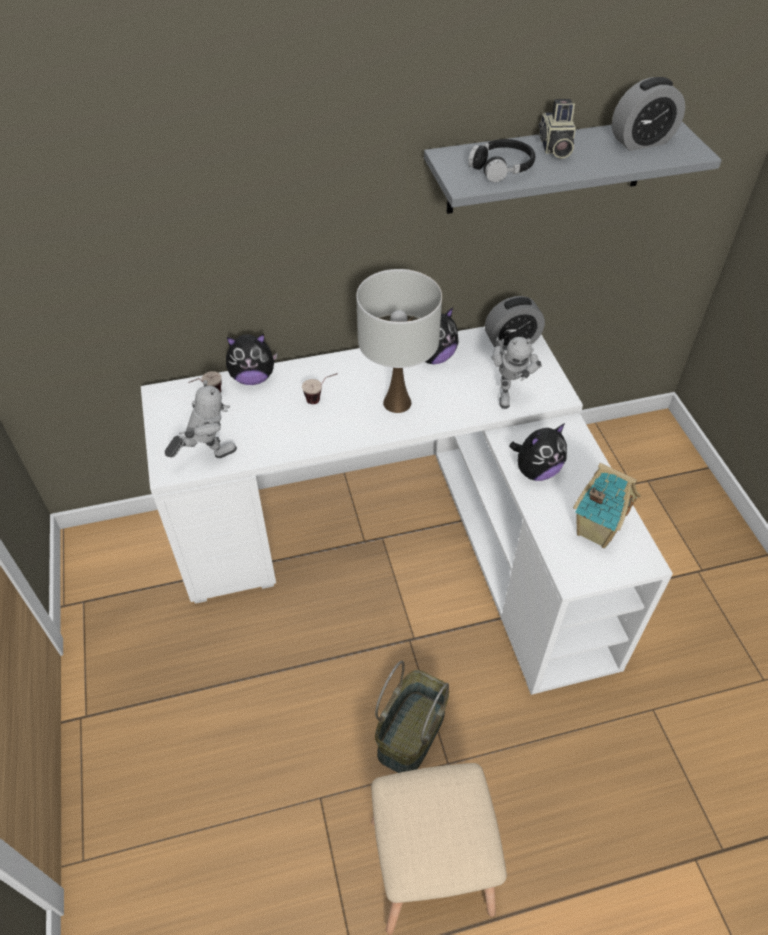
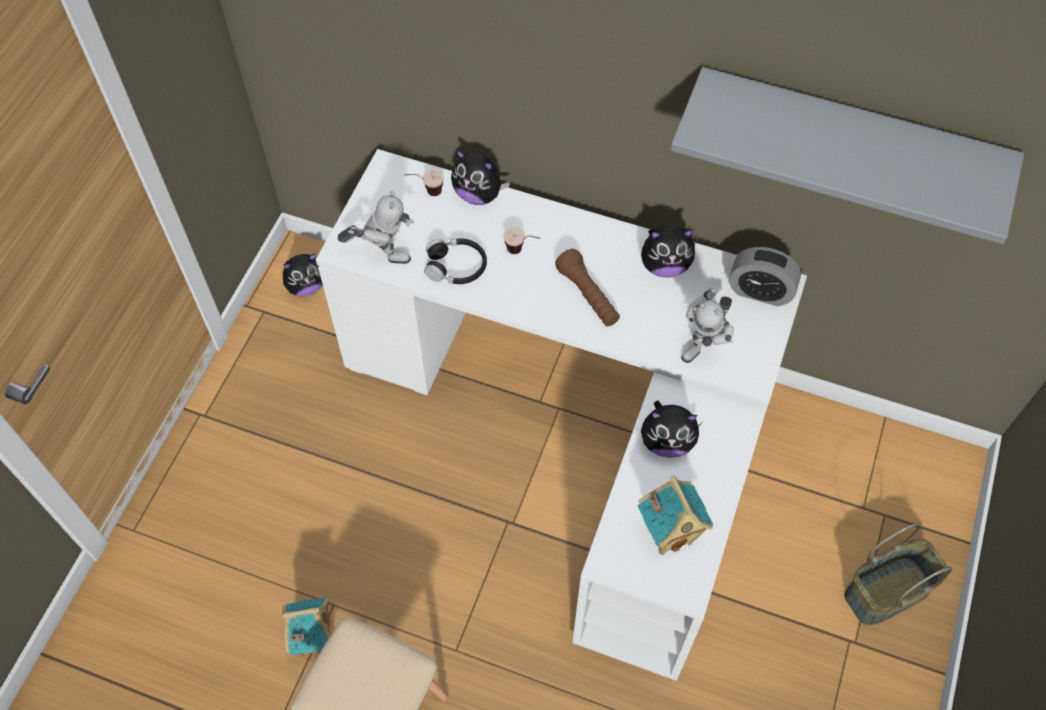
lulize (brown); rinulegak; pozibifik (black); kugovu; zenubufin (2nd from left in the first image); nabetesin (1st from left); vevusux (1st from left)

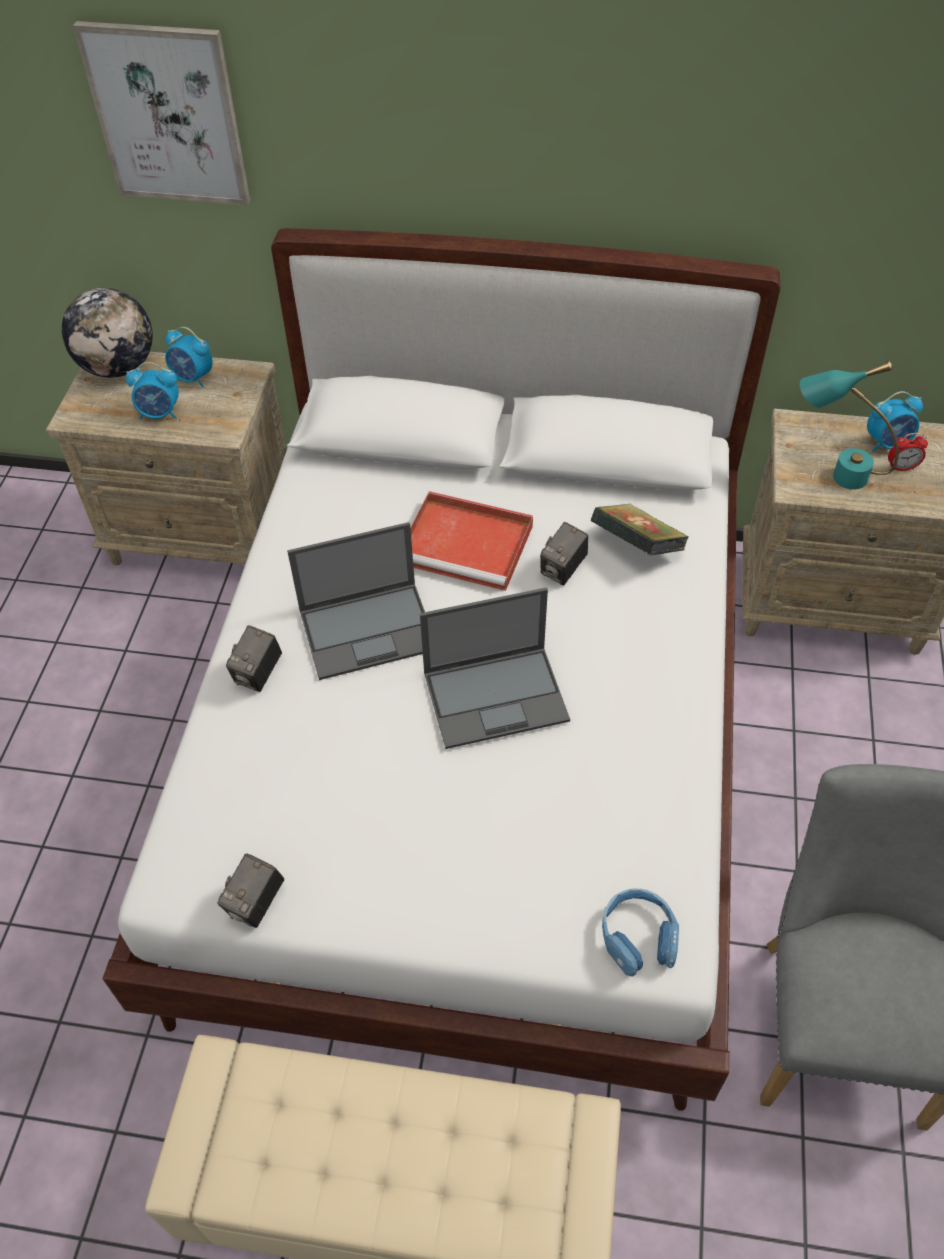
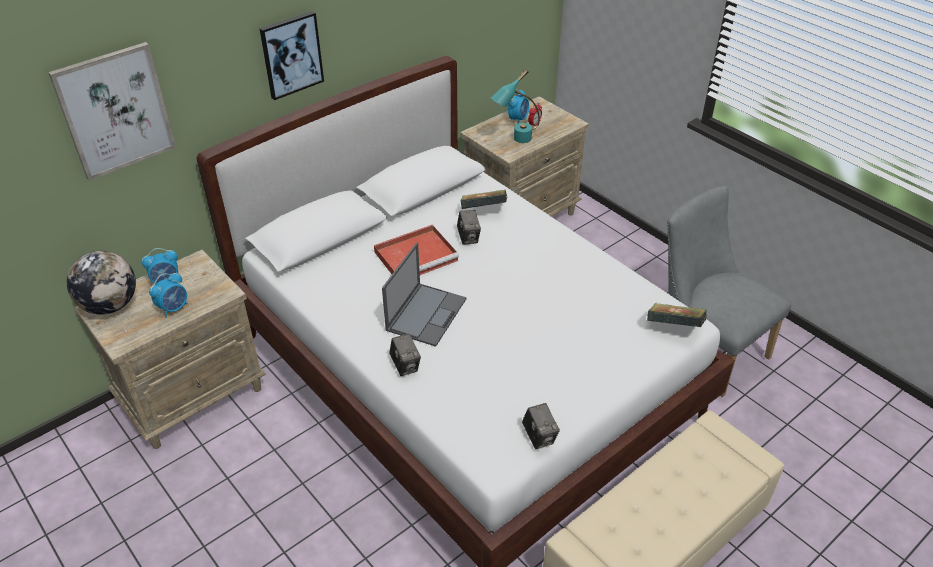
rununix (2nd from left in the first image); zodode (2nd from left); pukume (2nd from left)

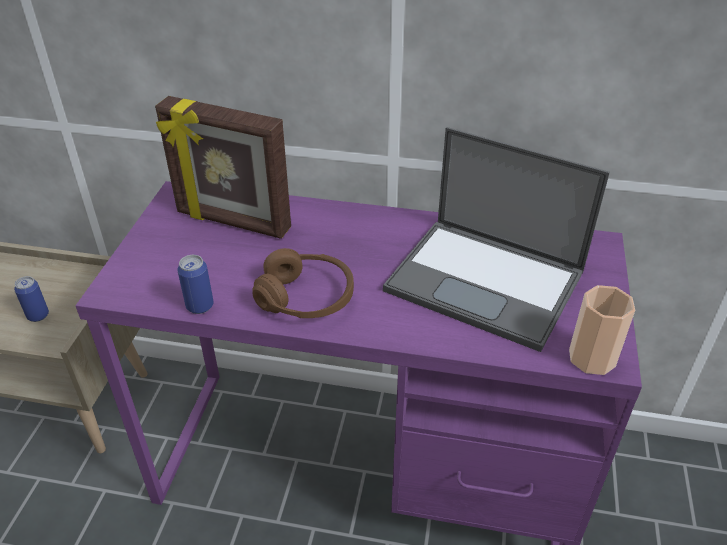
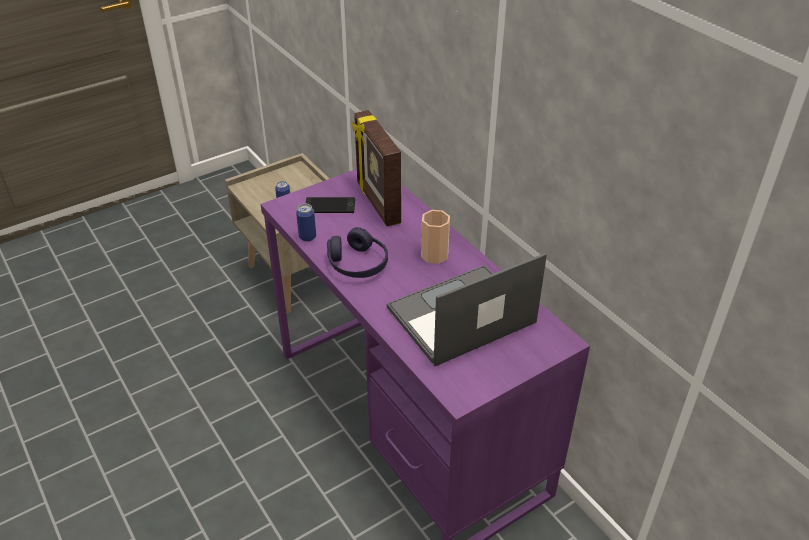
pozibifik (purple); rununix; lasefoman; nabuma

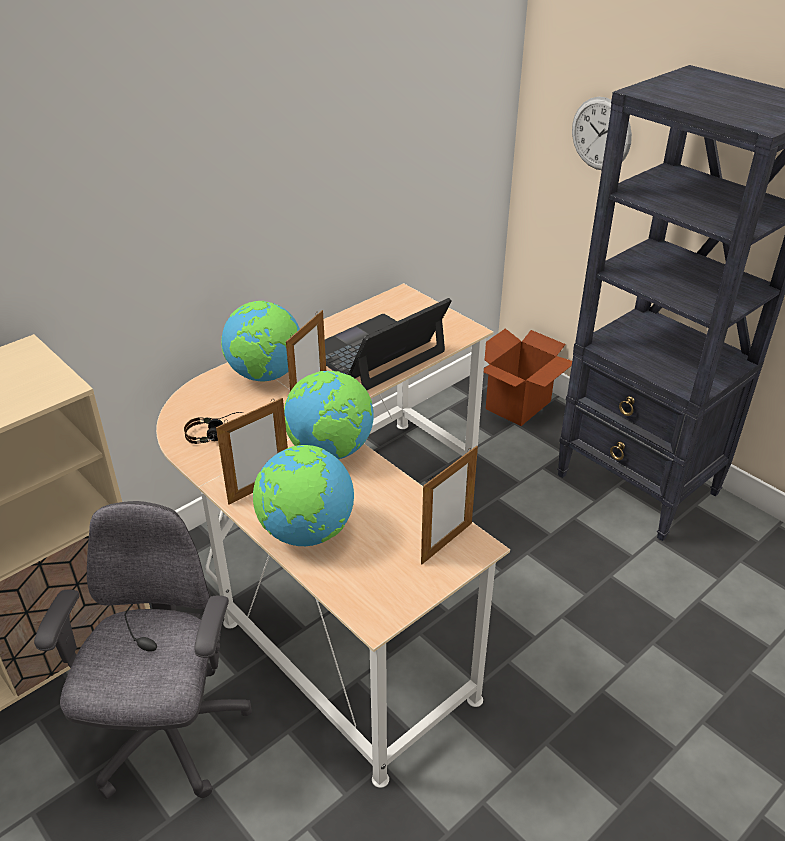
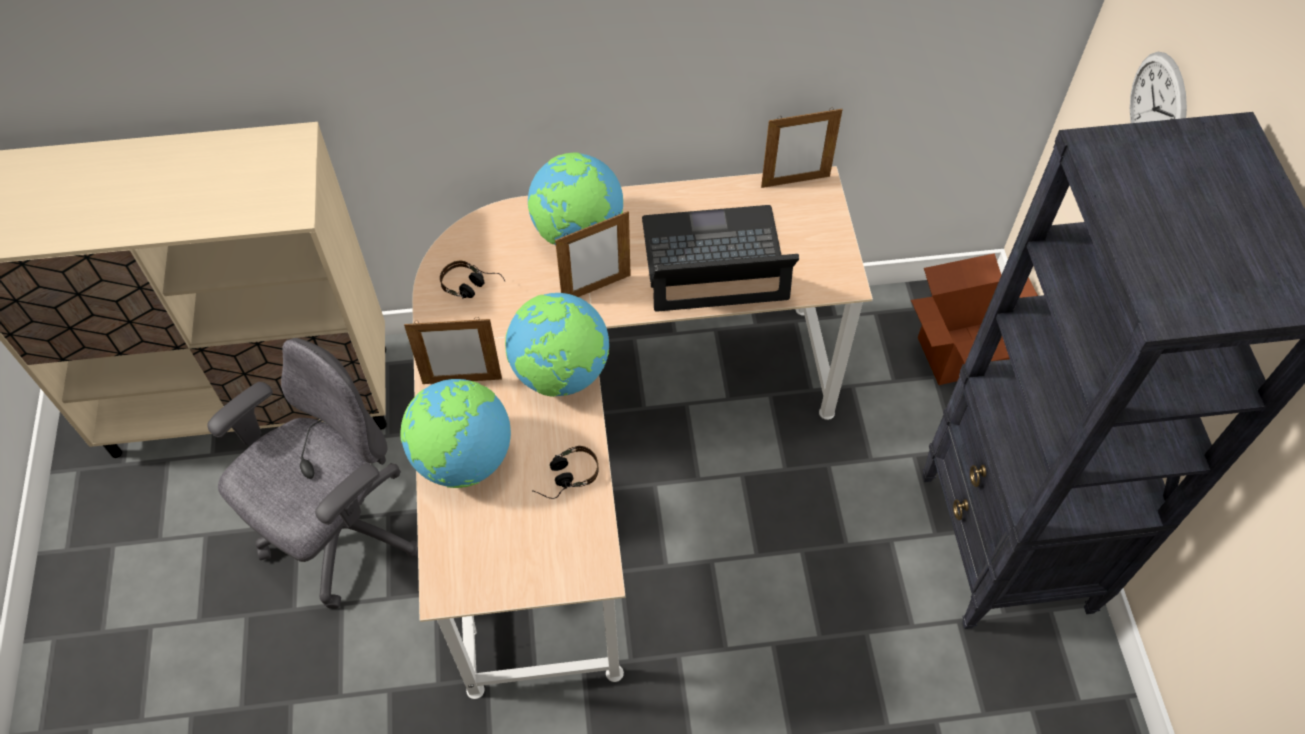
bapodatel (3rd from left); pozibifik (2nd from left)

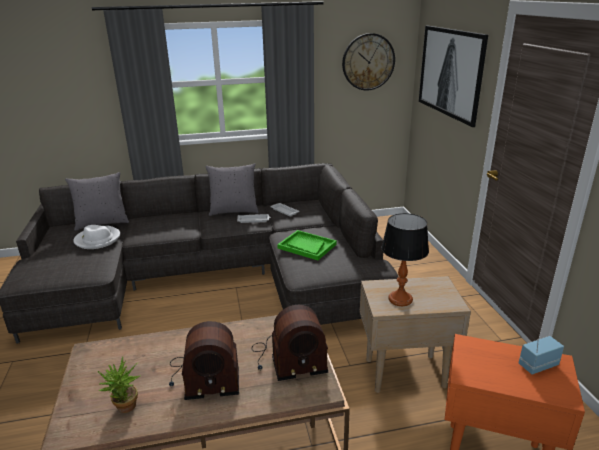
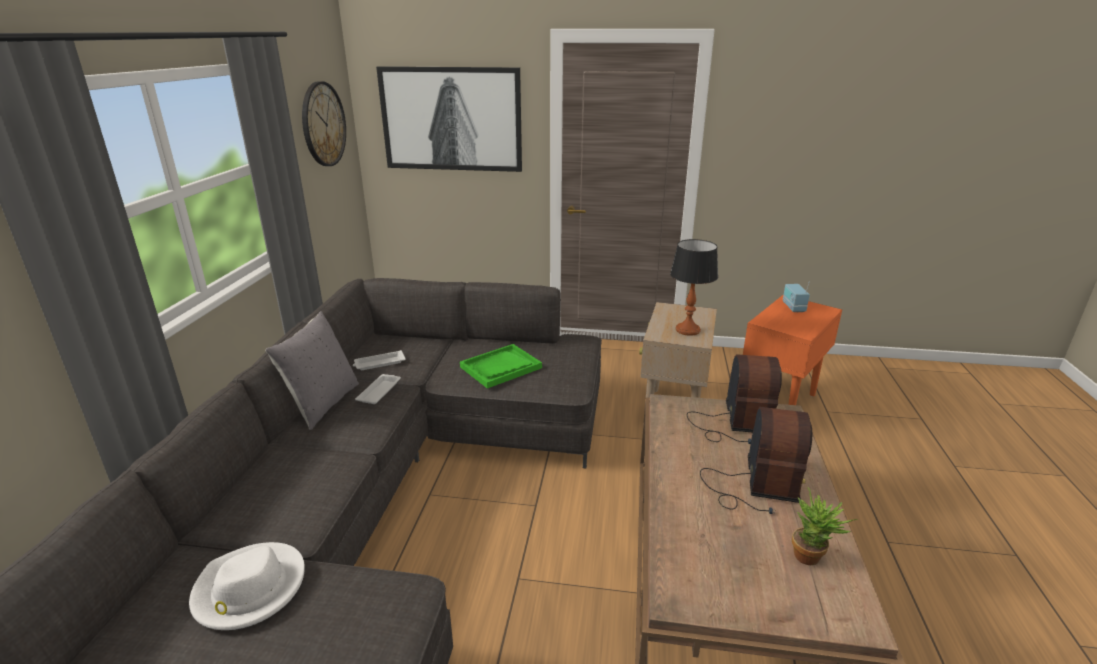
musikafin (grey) (1st from left in the first image)

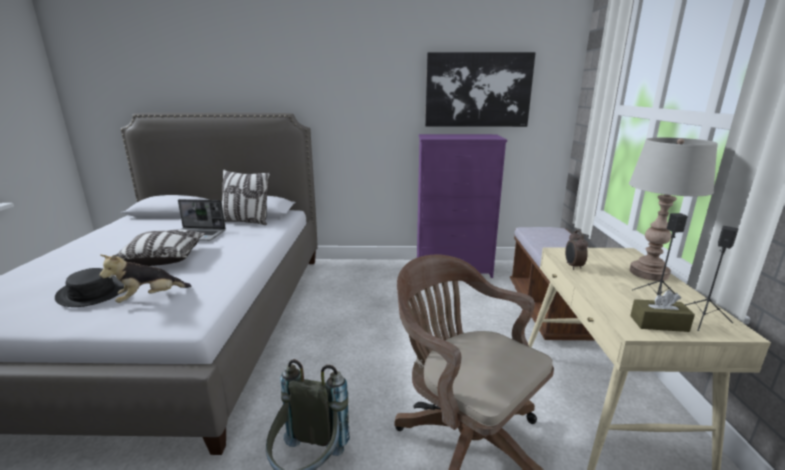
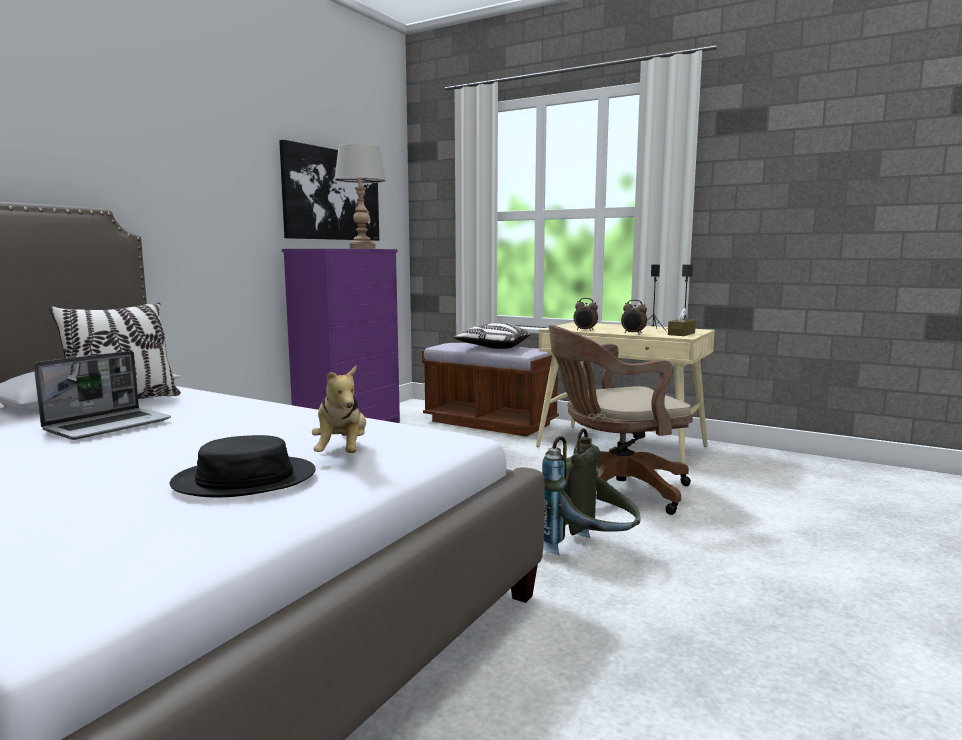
musikafin (2nd from left); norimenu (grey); zenubufin (2nd from left)

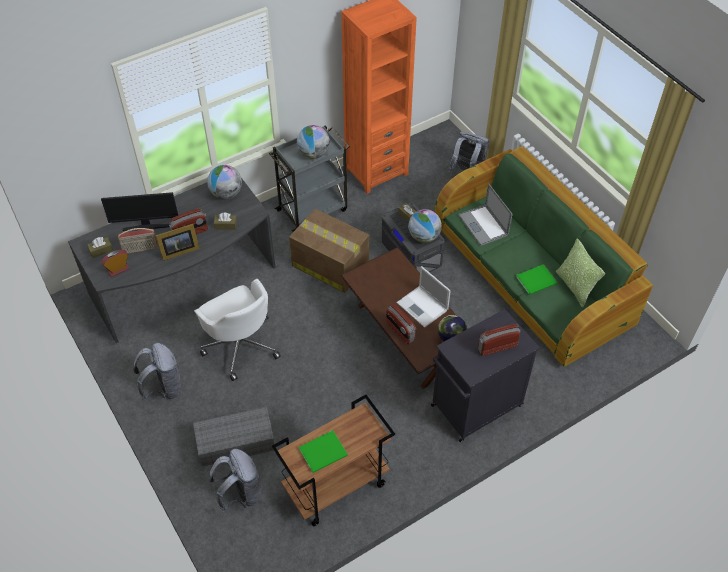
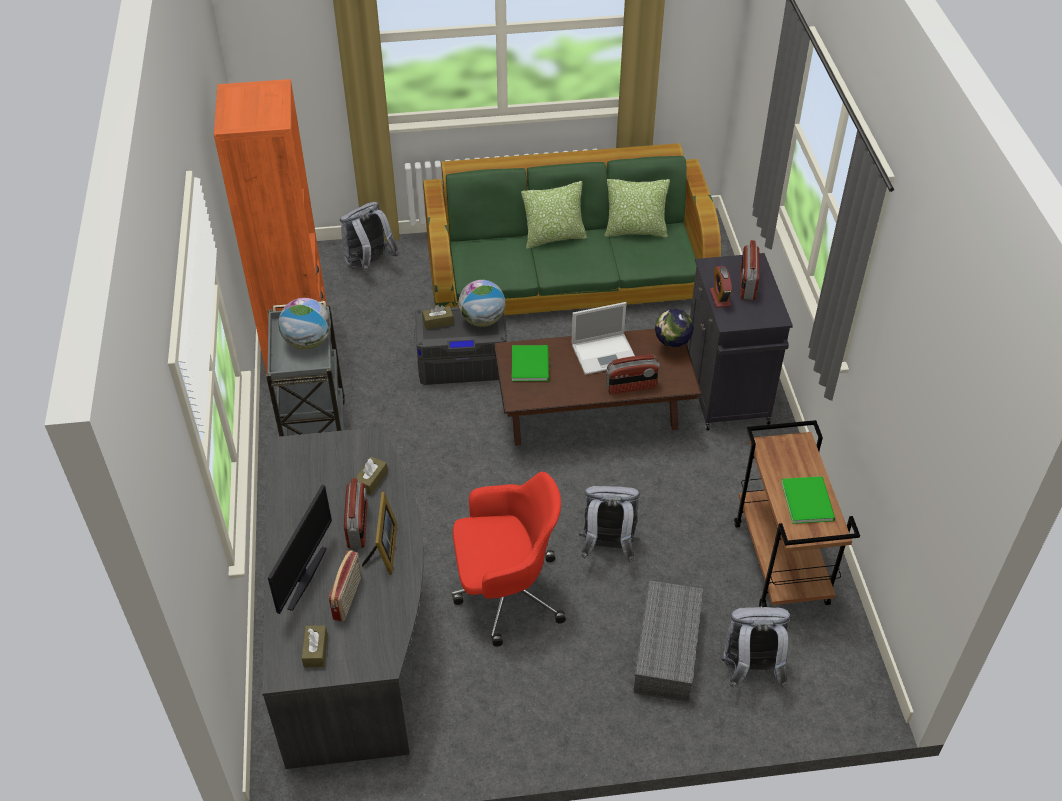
zenubufin; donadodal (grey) (2nd from left); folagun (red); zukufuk (1st from left in the first image); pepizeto; rununix (2nd from left in the first image); zodode (green) (1st from left); musikafin (1st from left)

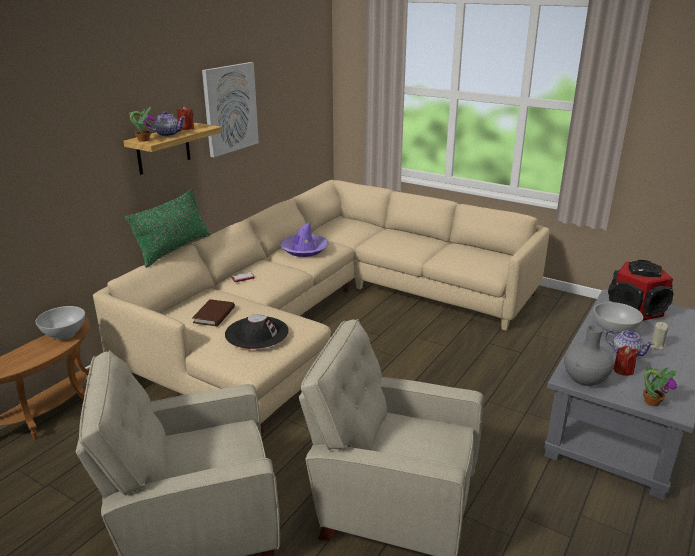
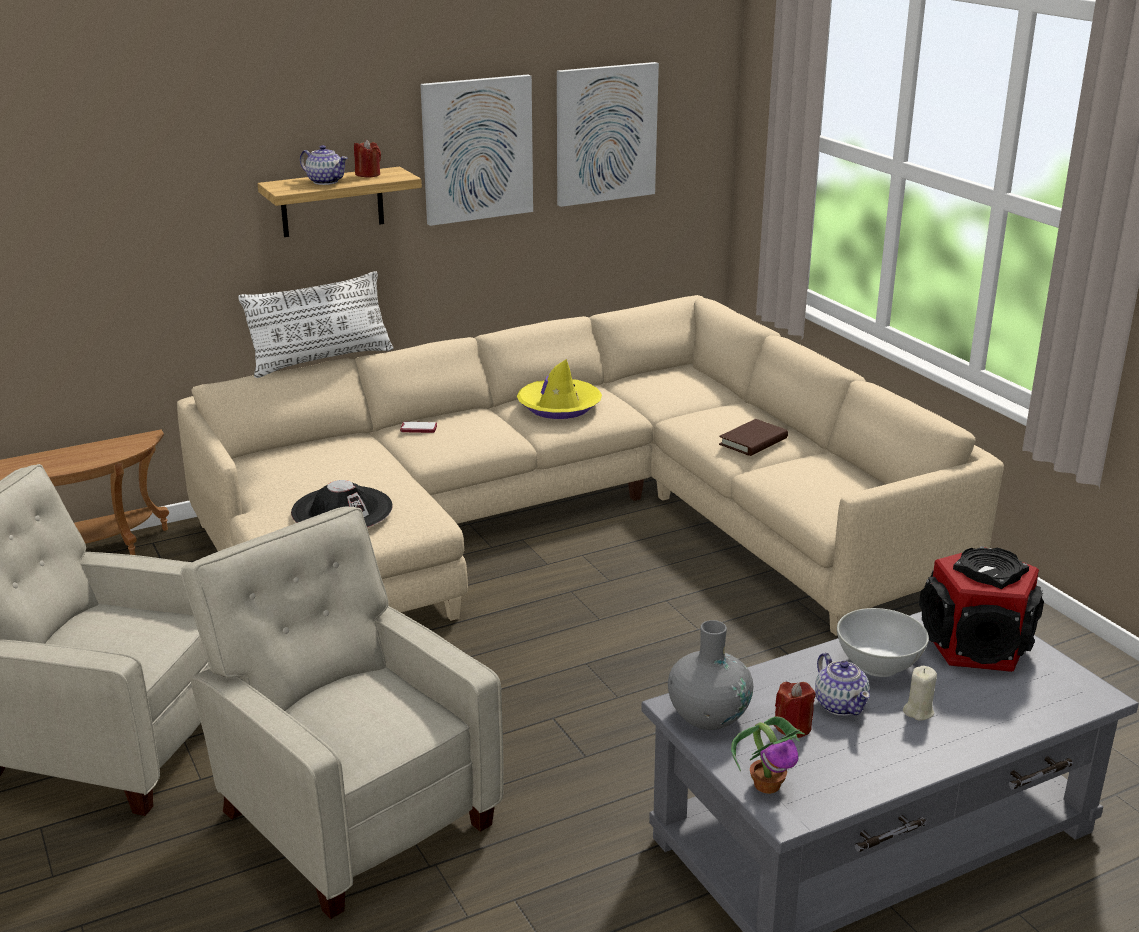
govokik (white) (1st from left in the first image); musikafin (white); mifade (1st from left in the first image); zodode (brown); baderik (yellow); pukume (2nd from left)

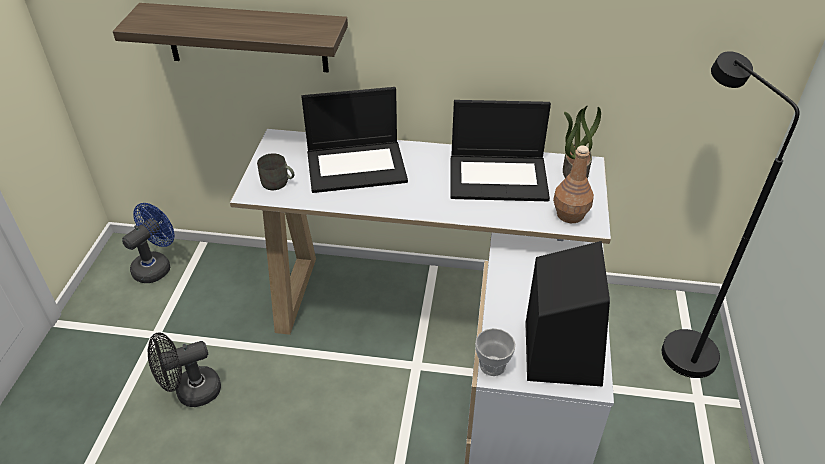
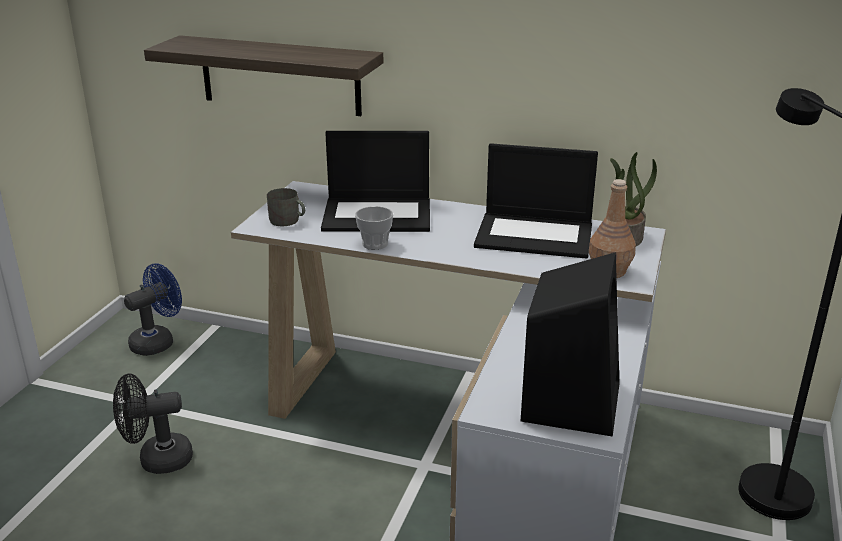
lasefoman

